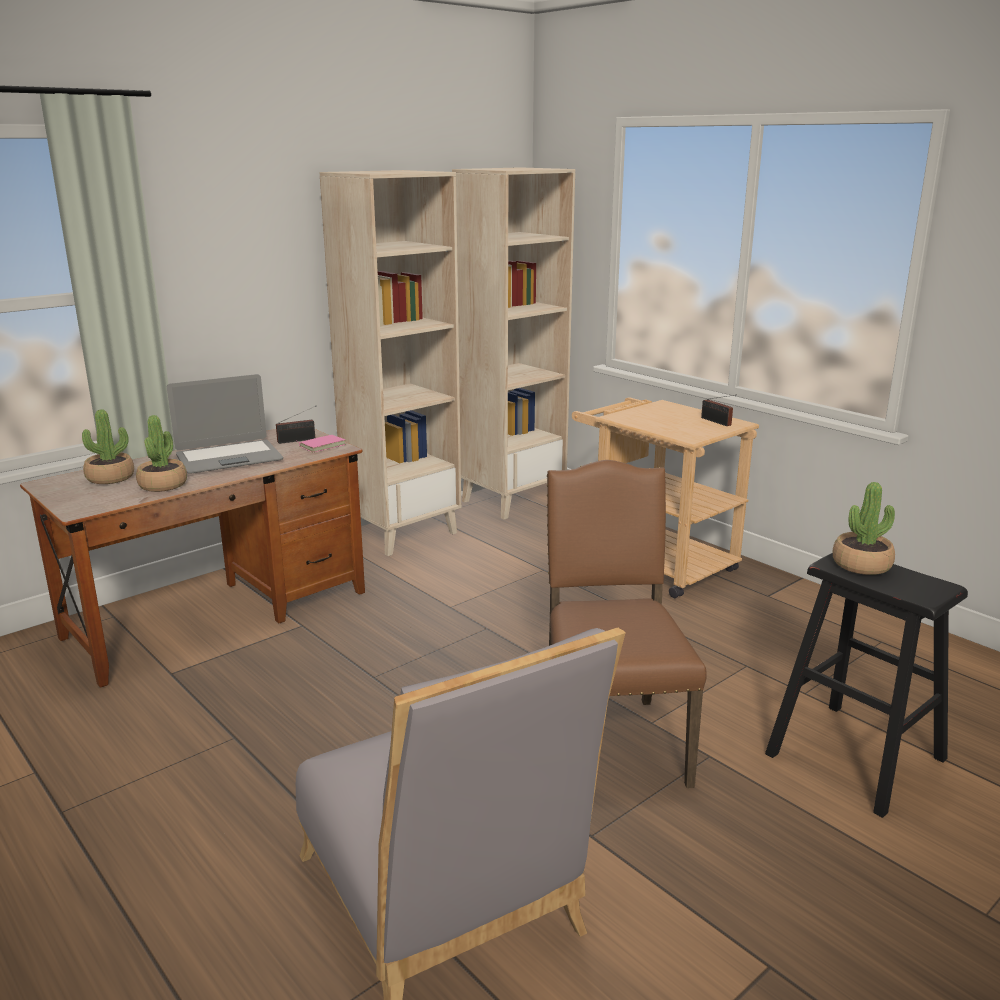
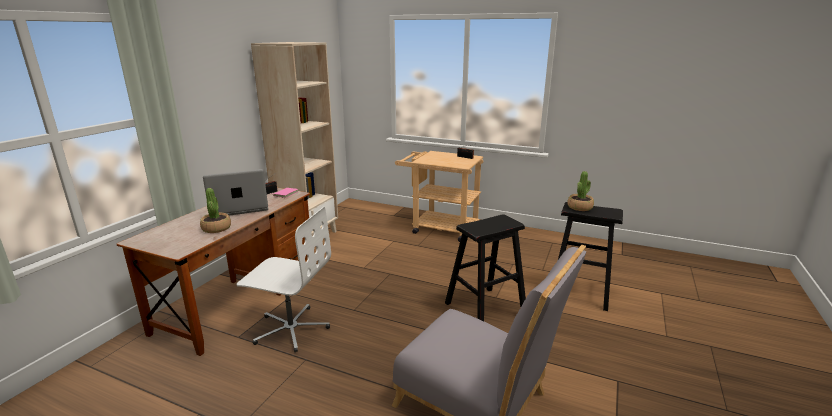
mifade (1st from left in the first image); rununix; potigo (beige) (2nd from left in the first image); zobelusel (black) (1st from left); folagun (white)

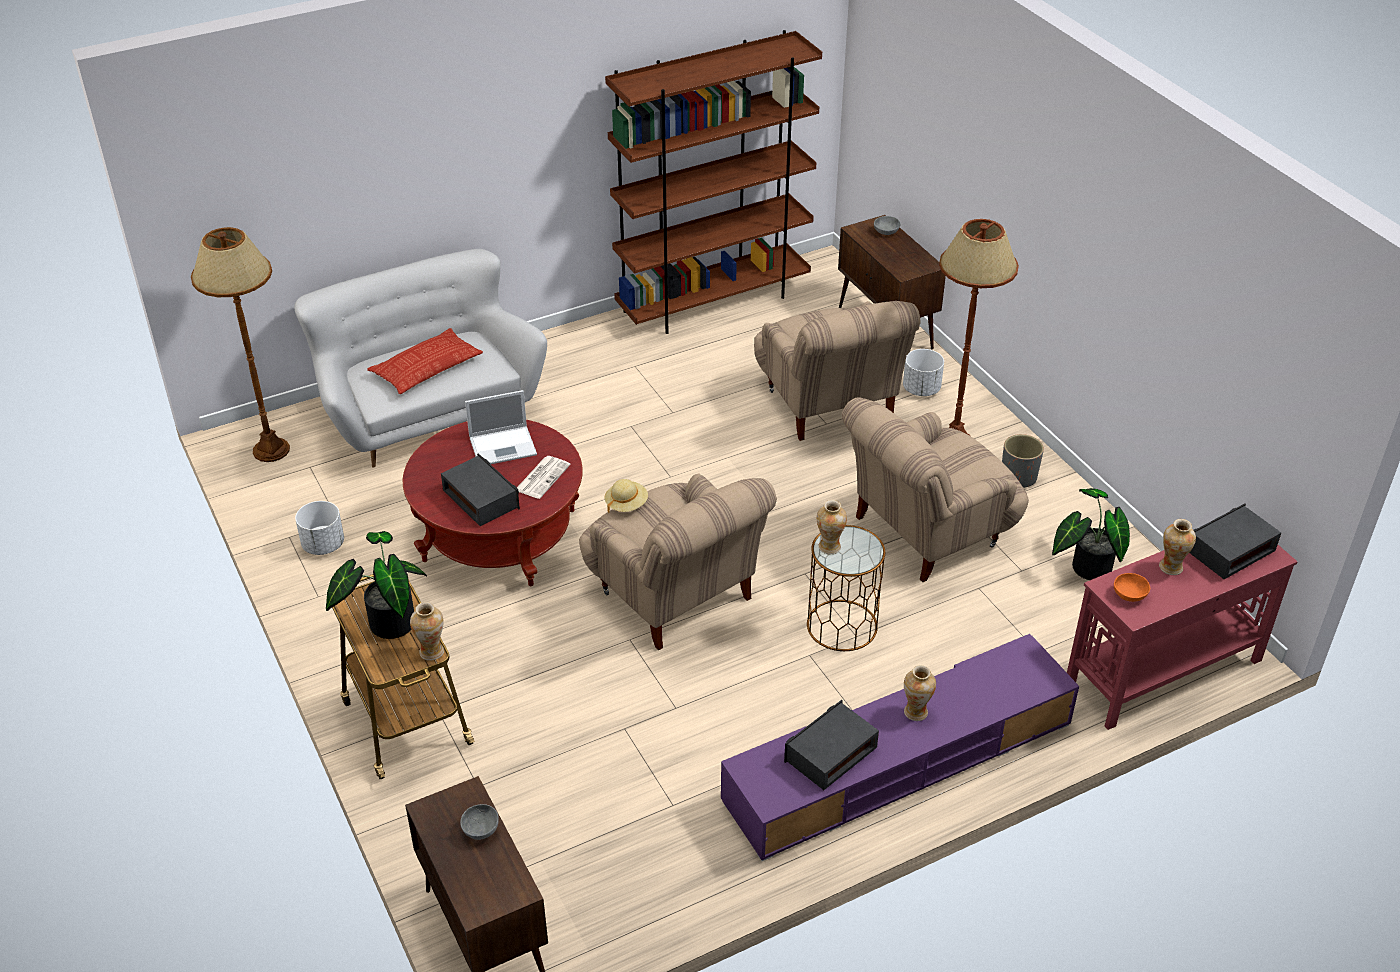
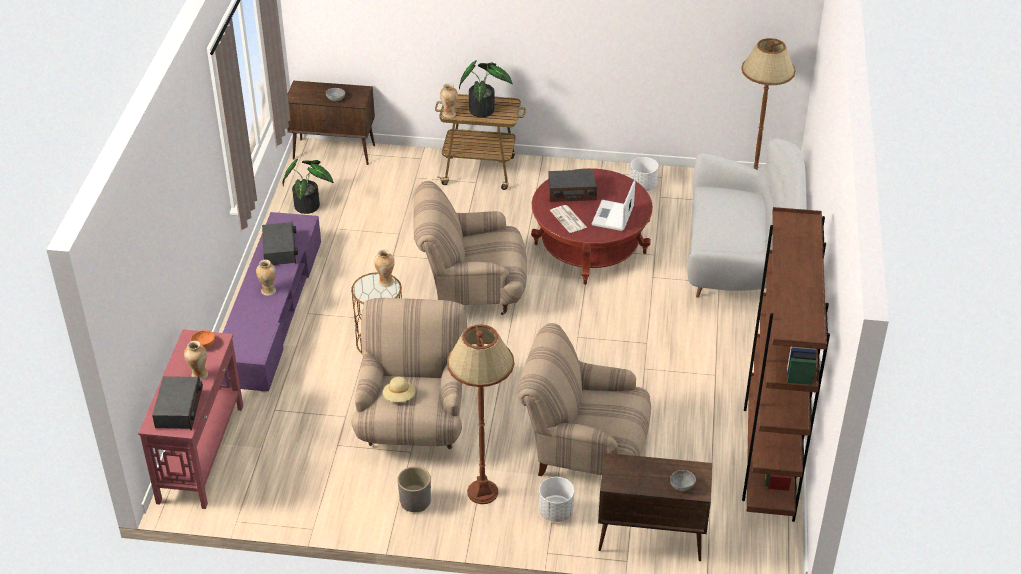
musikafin; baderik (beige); mifade (1st from left)

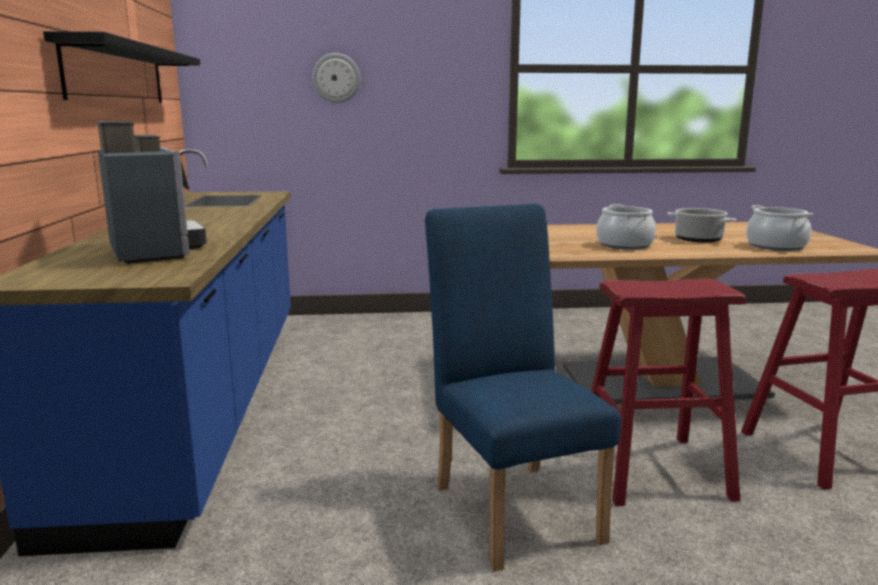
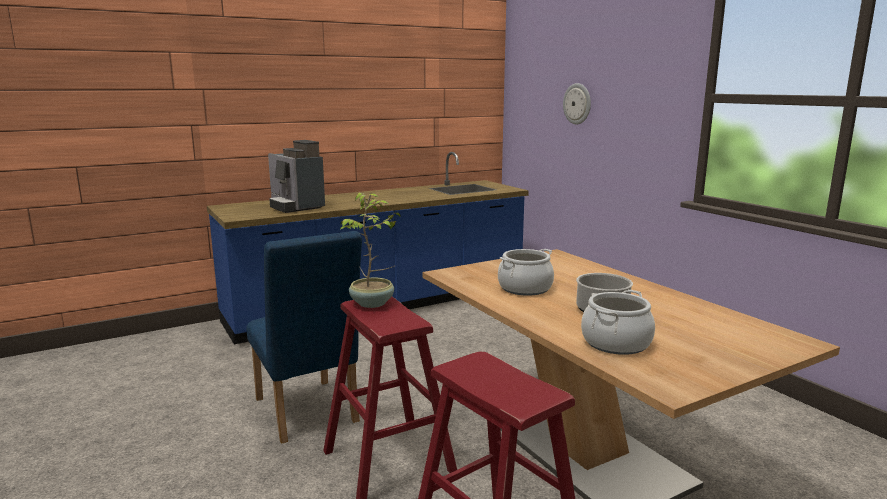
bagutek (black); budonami; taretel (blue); mifade

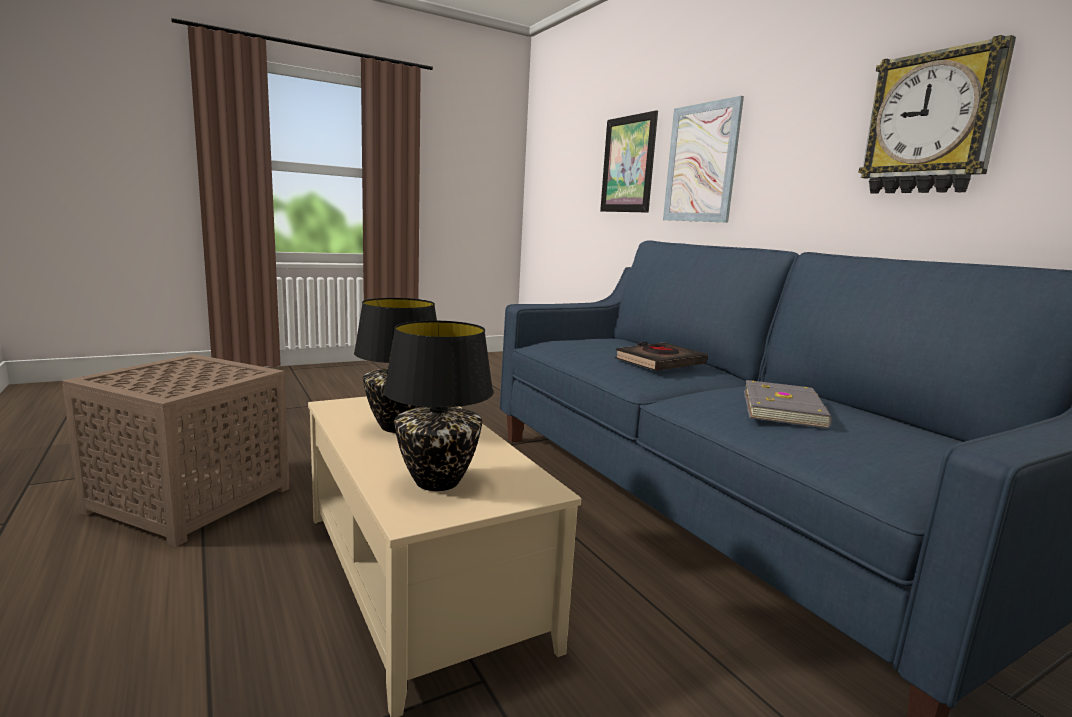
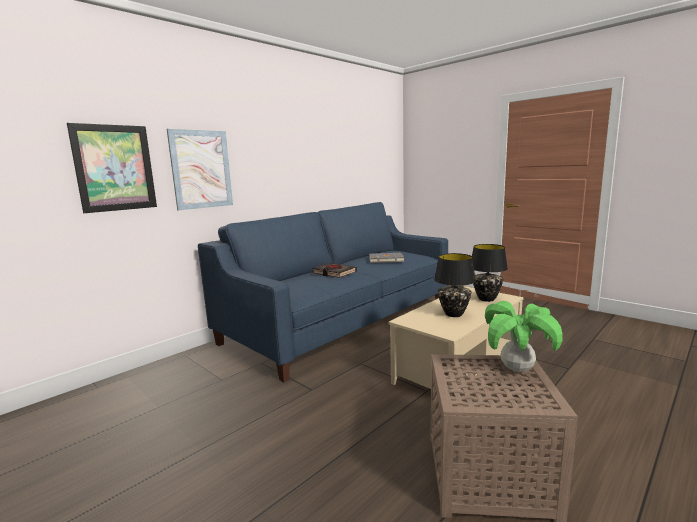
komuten; mifade

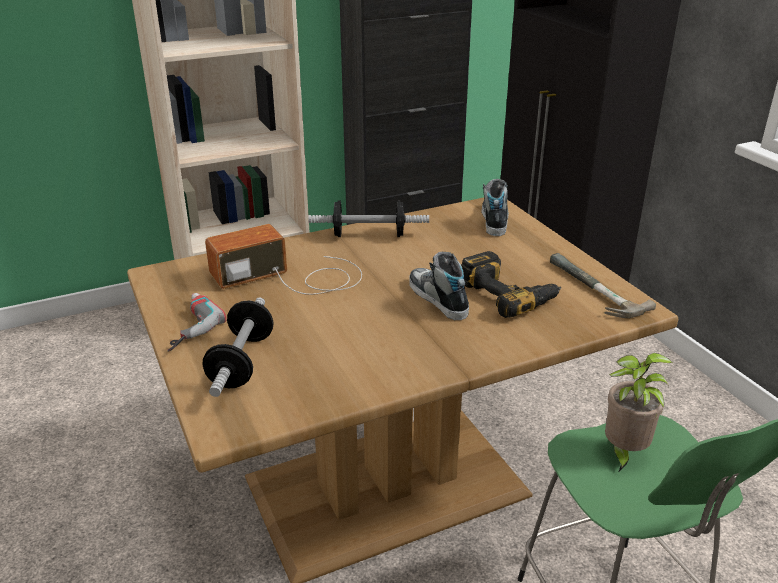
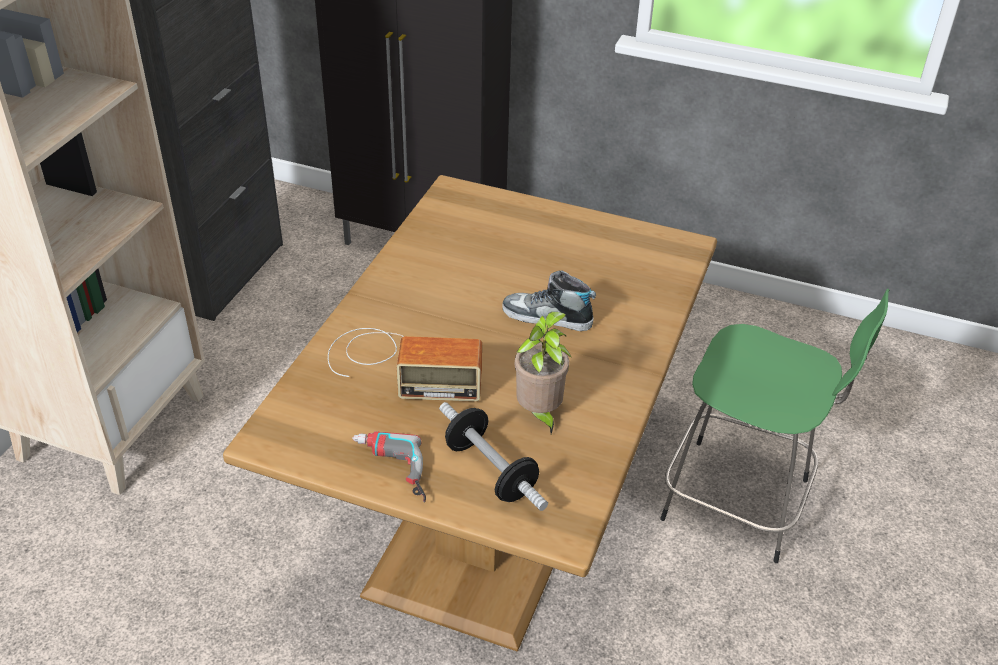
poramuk; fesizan (2nd from left in the first image); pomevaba (2nd from left in the first image); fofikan (2nd from left in the first image); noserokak; mifade

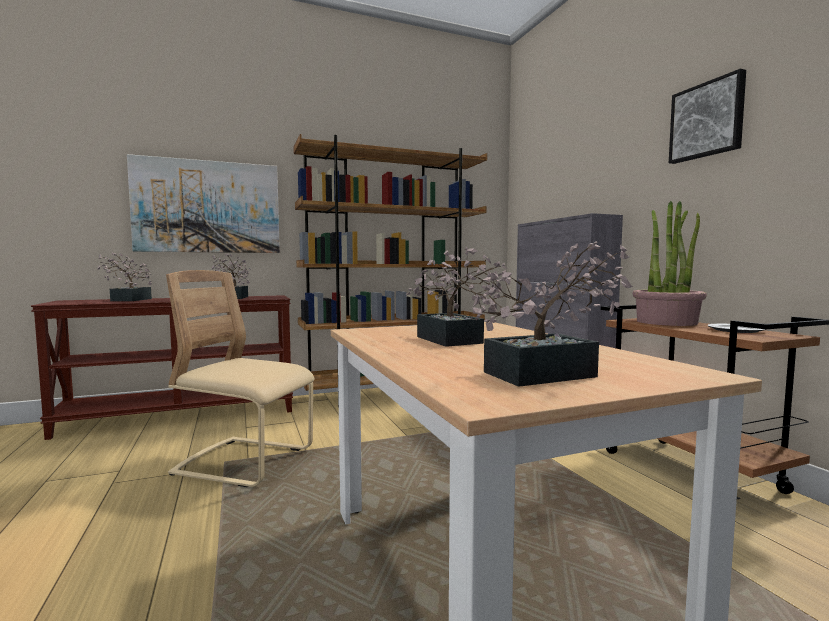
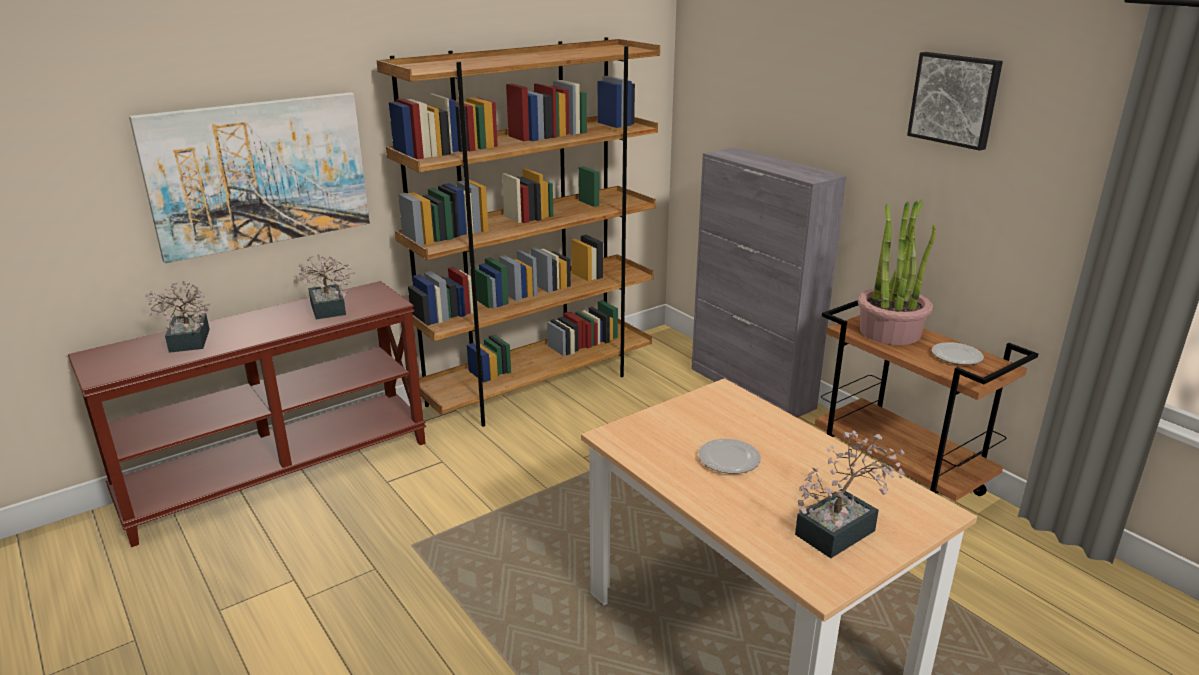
taretel (beige); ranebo (1st from left)

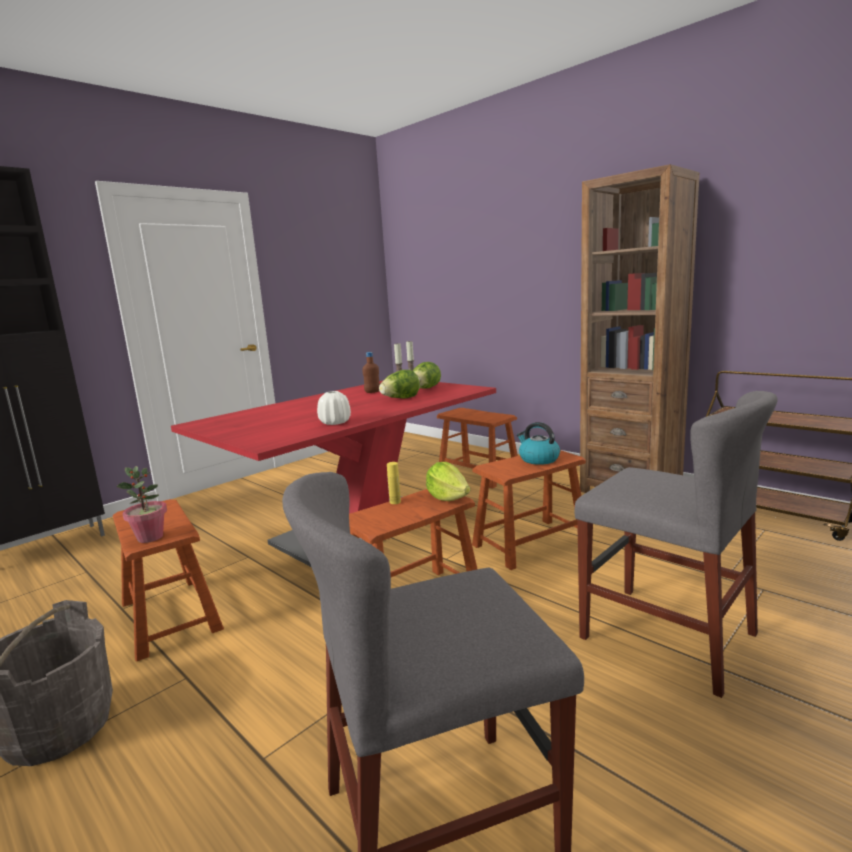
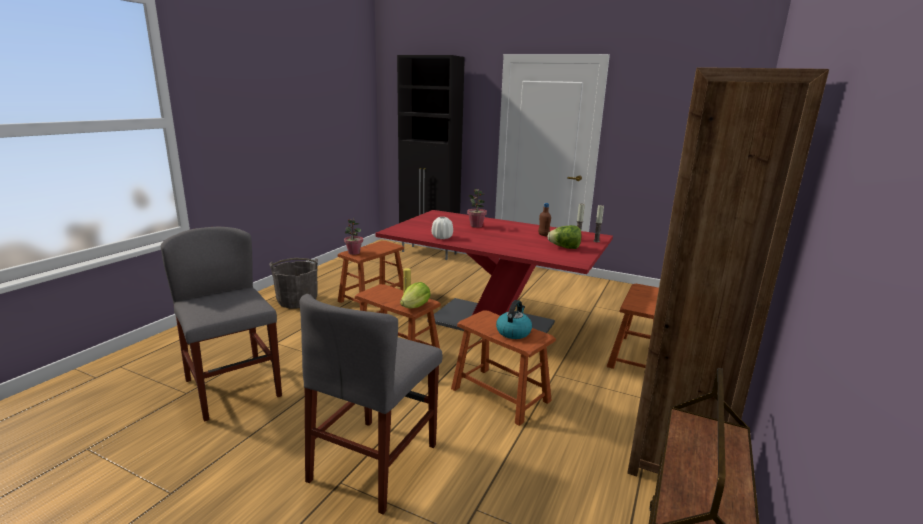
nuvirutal (1st from left in the first image); mifade (2nd from left)

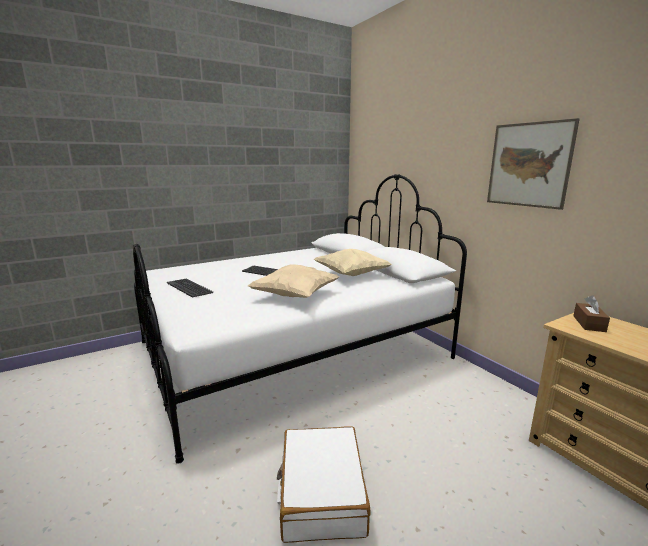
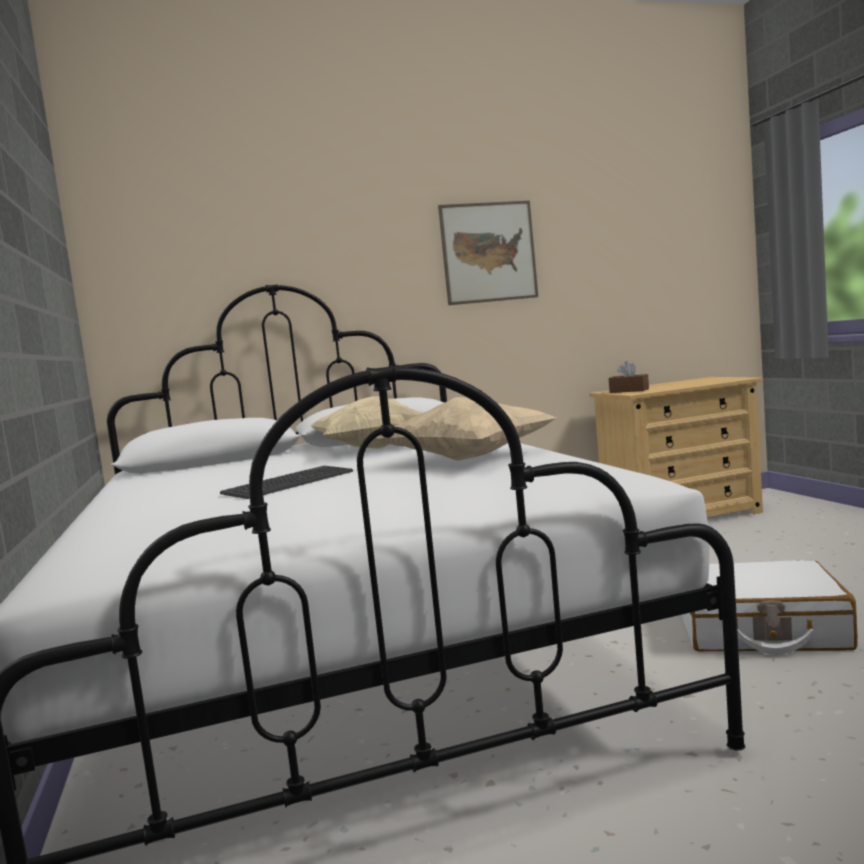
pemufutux (1st from left in the first image)

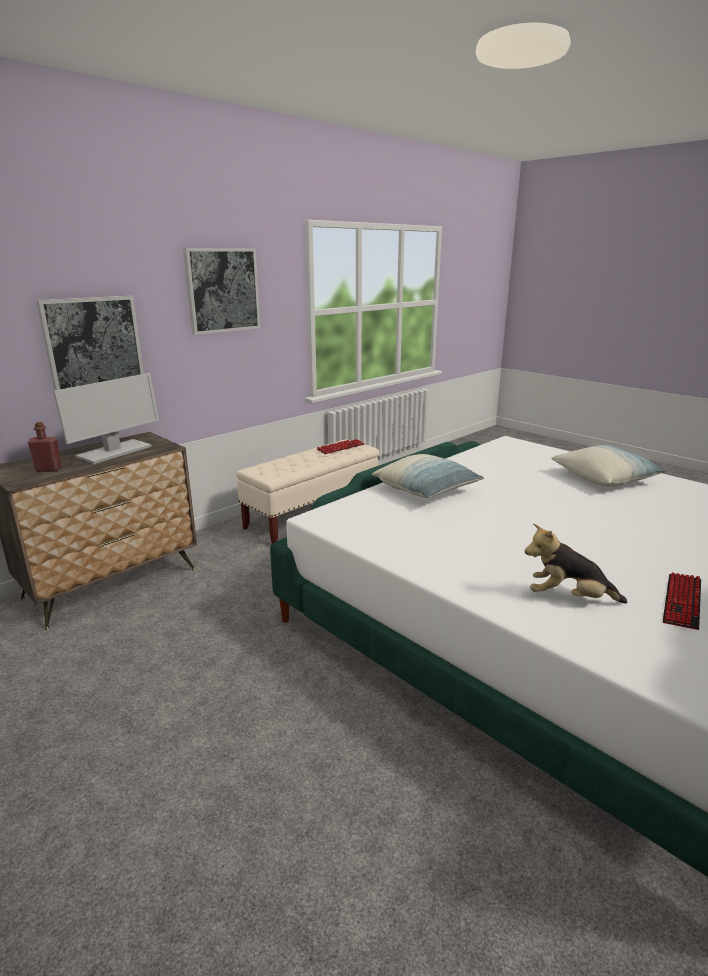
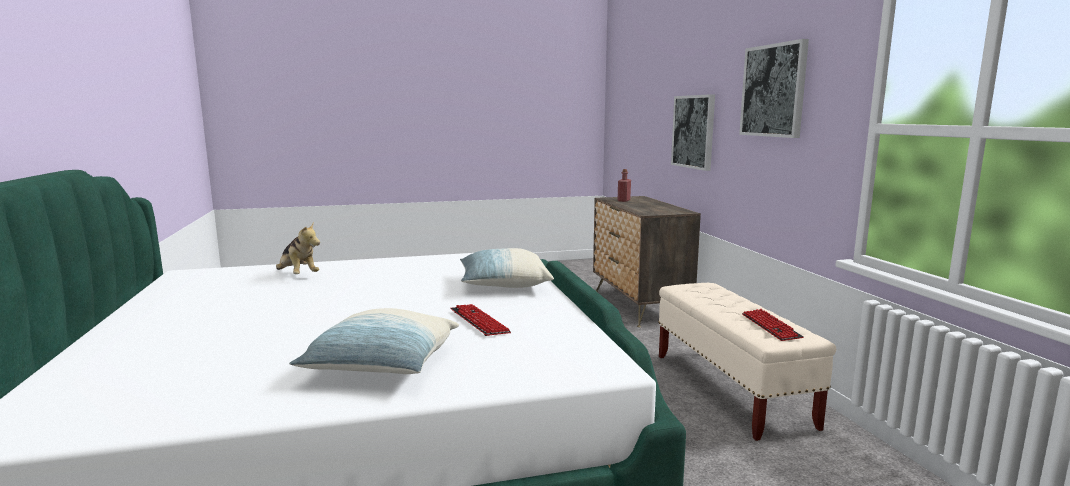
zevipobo; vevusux; pemufutux (1st from left)

